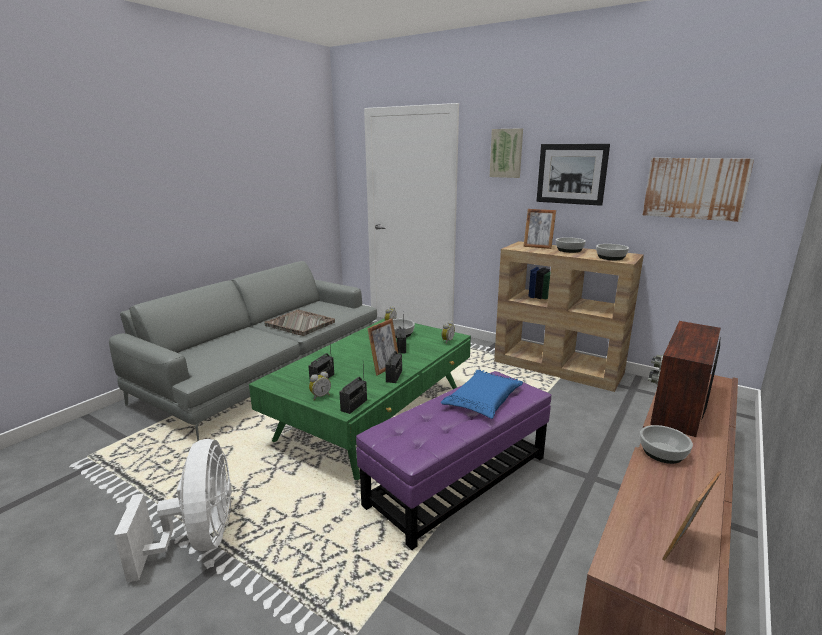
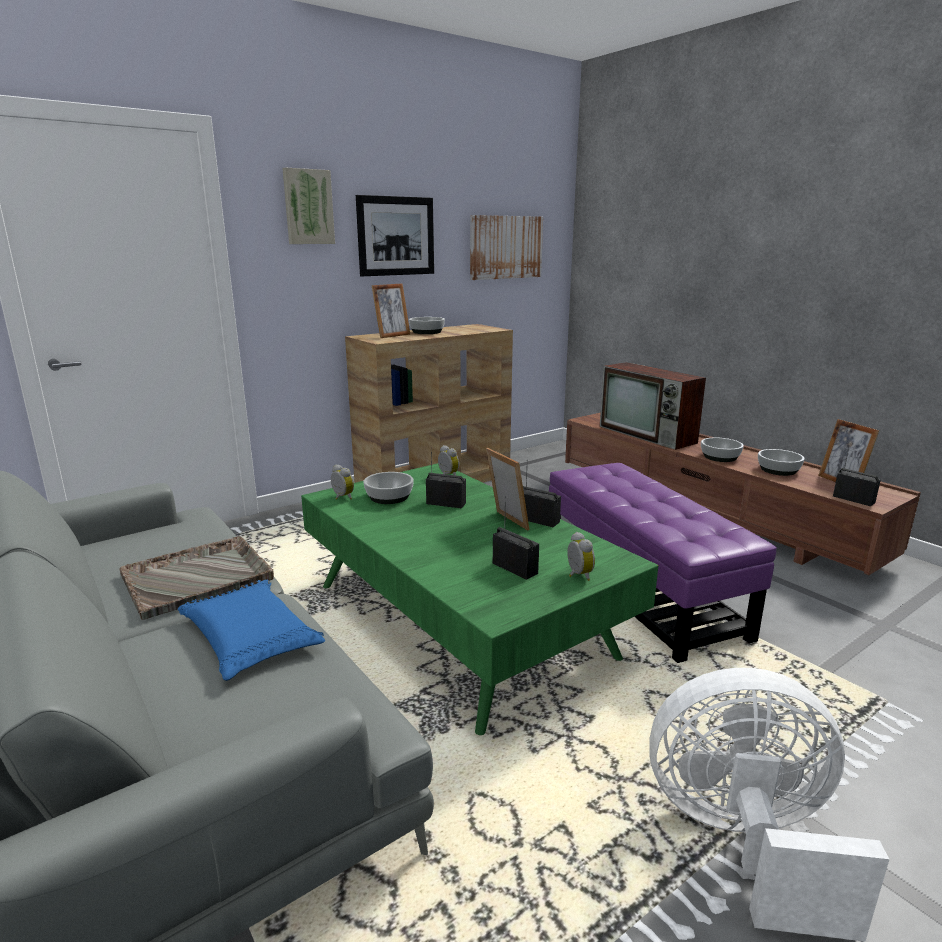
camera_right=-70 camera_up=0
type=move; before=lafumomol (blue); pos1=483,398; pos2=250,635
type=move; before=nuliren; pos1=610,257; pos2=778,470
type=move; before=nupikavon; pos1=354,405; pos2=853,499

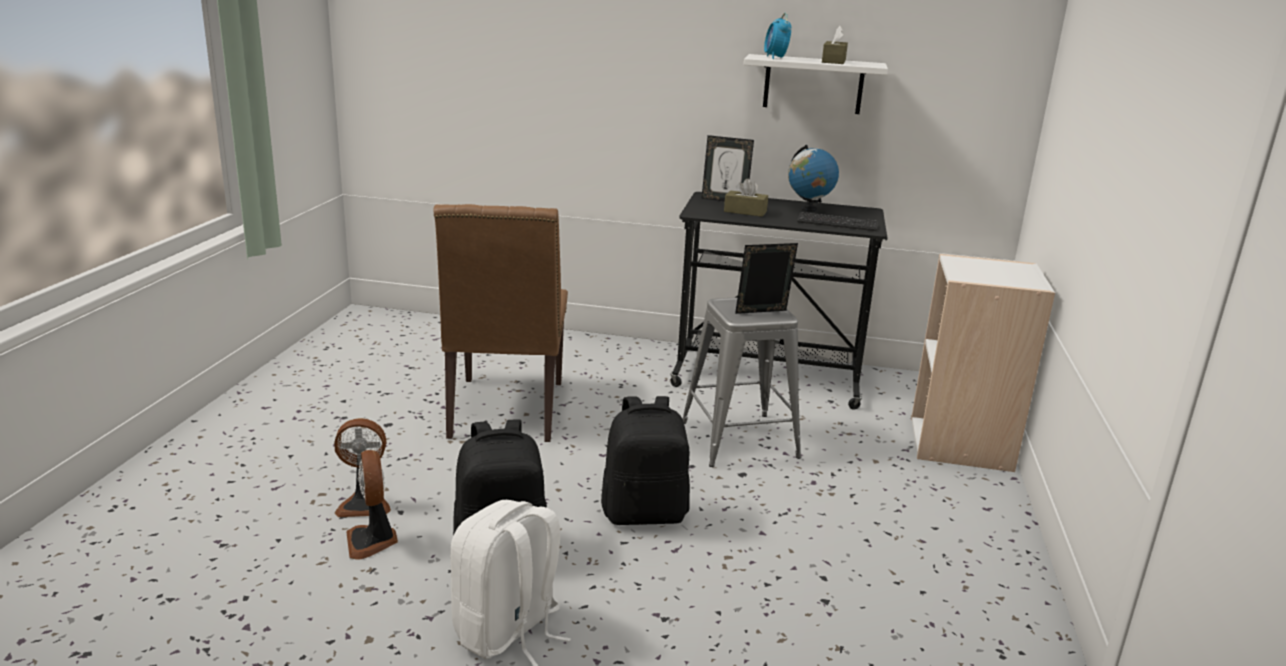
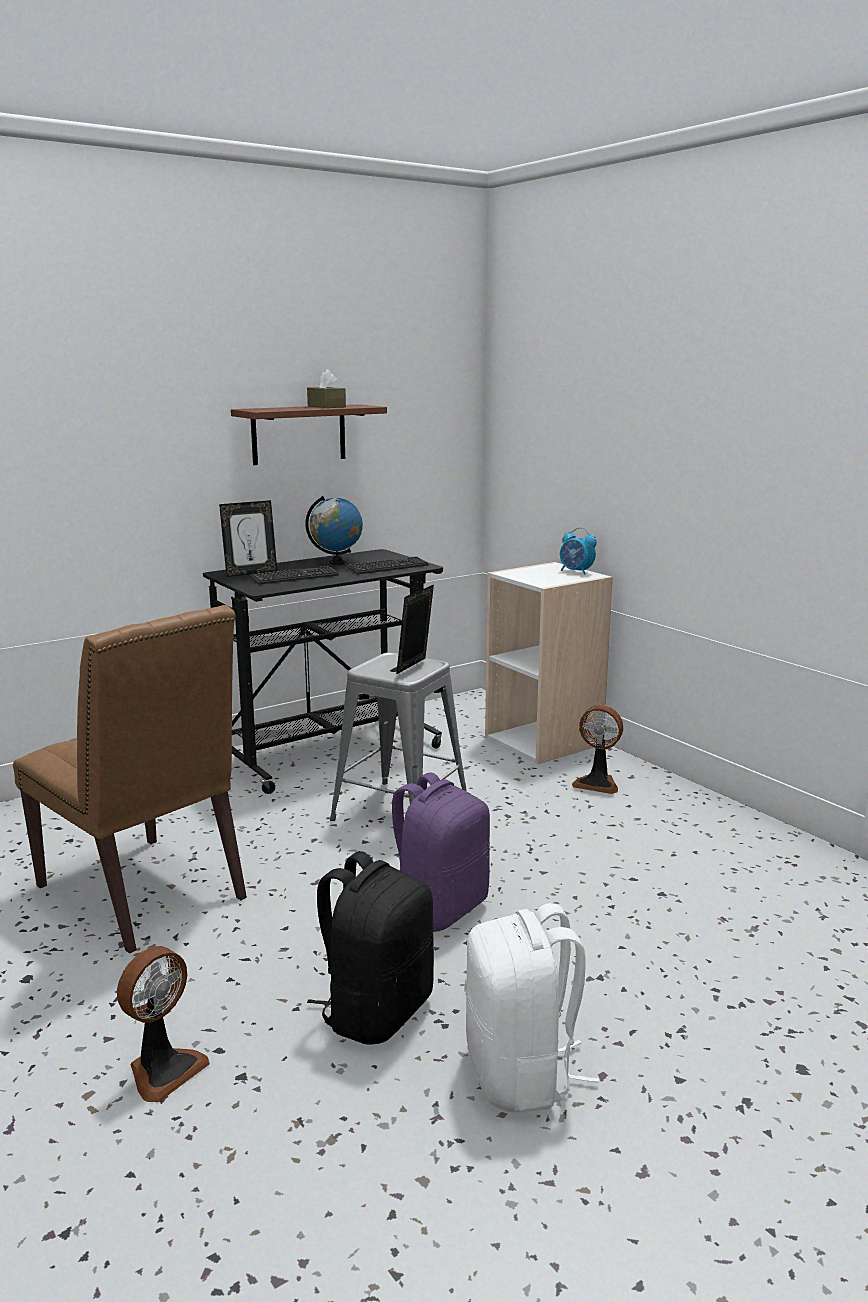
camera_right=-45 camera_up=-5
type=recolor; before=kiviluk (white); after=kiviluk (brown); pos1=813,84; pos2=299,434
type=replace; before=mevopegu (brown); after=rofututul; pos1=745,211; pos2=295,577
type=recolor; before=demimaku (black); after=demimaku (purple); pos1=645,513; pos2=439,909
type=move; before=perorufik; pos1=775,58; pos2=576,572
type=move; before=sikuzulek; pos1=372,541; pos2=597,783

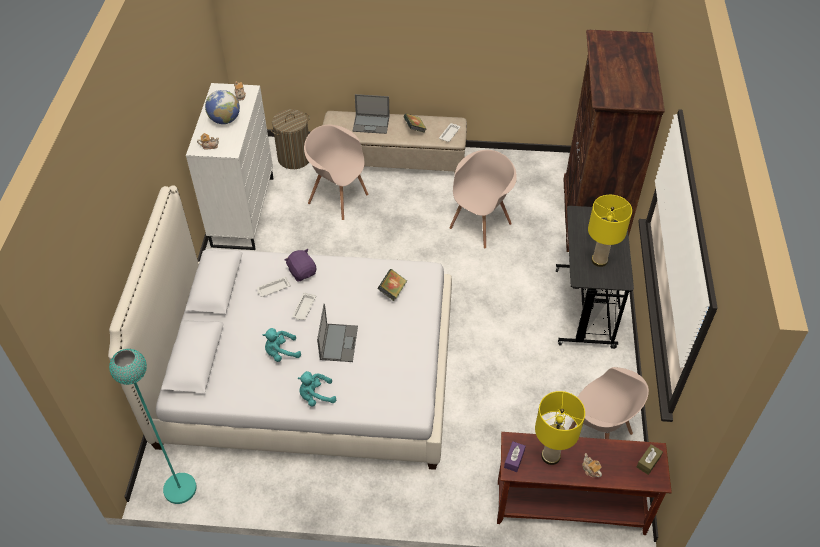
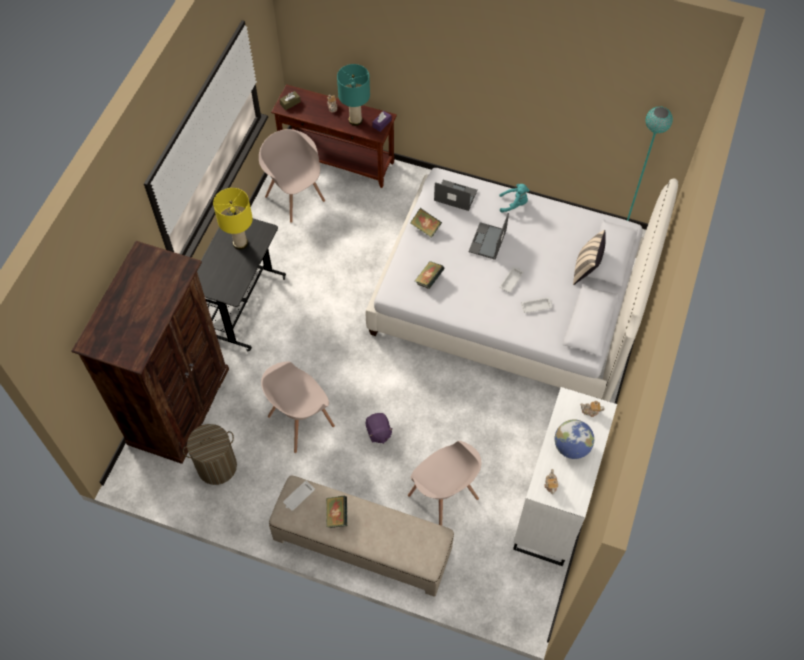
camera_right=-165 camera_up=10
type=move; before=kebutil; pos1=294,158; pos2=217,466
type=recolor; before=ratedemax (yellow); after=ratedemax (turquoise); pos1=550,456; pos2=355,120
type=move; before=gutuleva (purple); pos1=302,272; pos2=378,432
type=insert; after=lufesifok; pos2=425,228
type=move; before=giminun; pos1=371,124; pos2=455,195
type=insert; after=lafumomol (beige); pos2=586,269
type=delete; before=gutuleva (turquoise); pos1=281,352

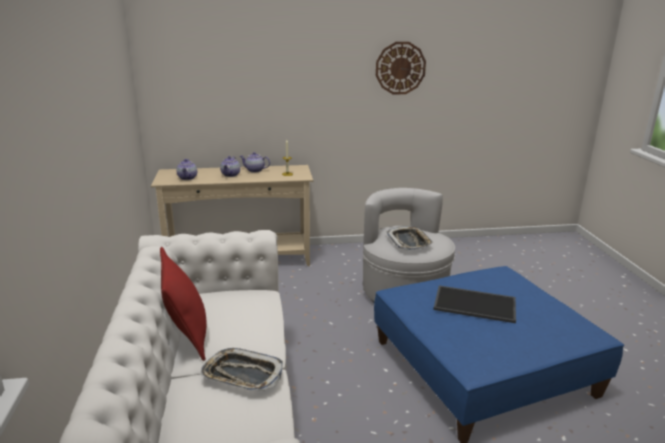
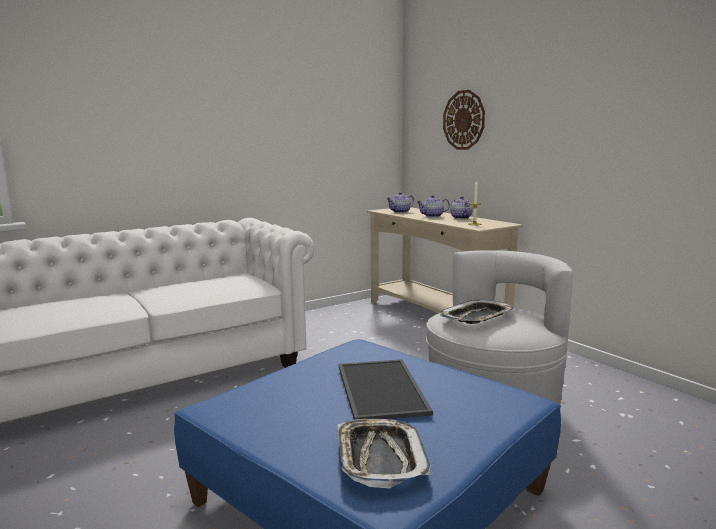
camera_right=65 camera_up=-10
type=move; before=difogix; pos1=242,375; pos2=380,458
type=move; before=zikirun; pos1=400,68; pos2=464,120
type=delete; before=lafumomol (red); pos1=187,336

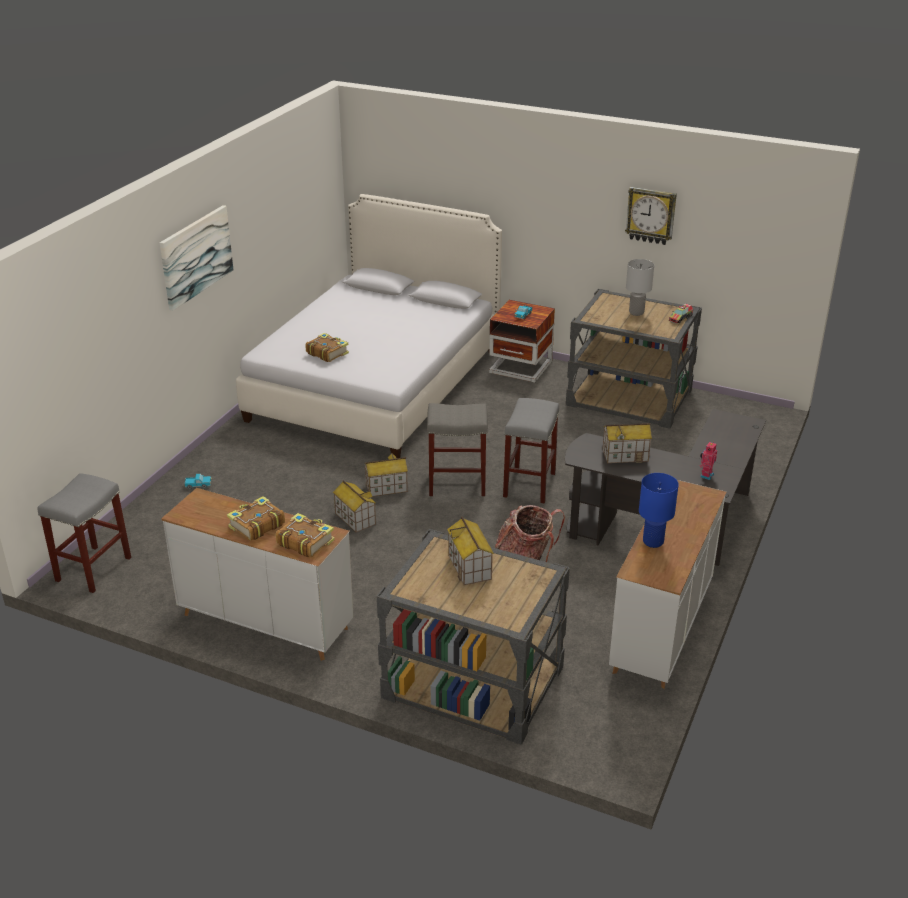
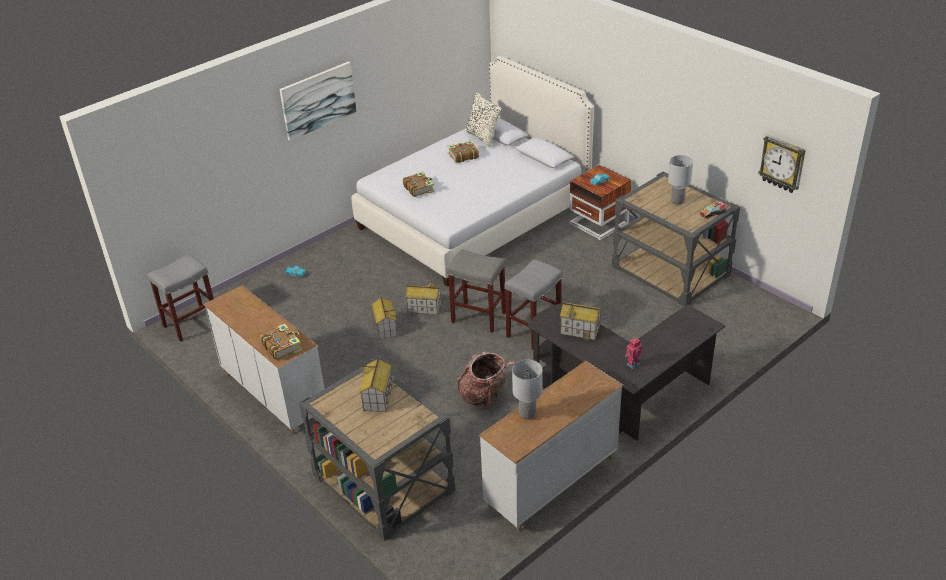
camera_right=25 camera_up=5
type=move; before=lufesifok; pos1=256,525; pos2=463,156
type=insert; after=lafumomol (beige); pos2=483,138
type=recolor; before=ratedemax (blue); after=ratedemax (grey); pos1=653,543; pos2=527,415
type=move; before=zikirun; pos1=651,215; pos2=782,164

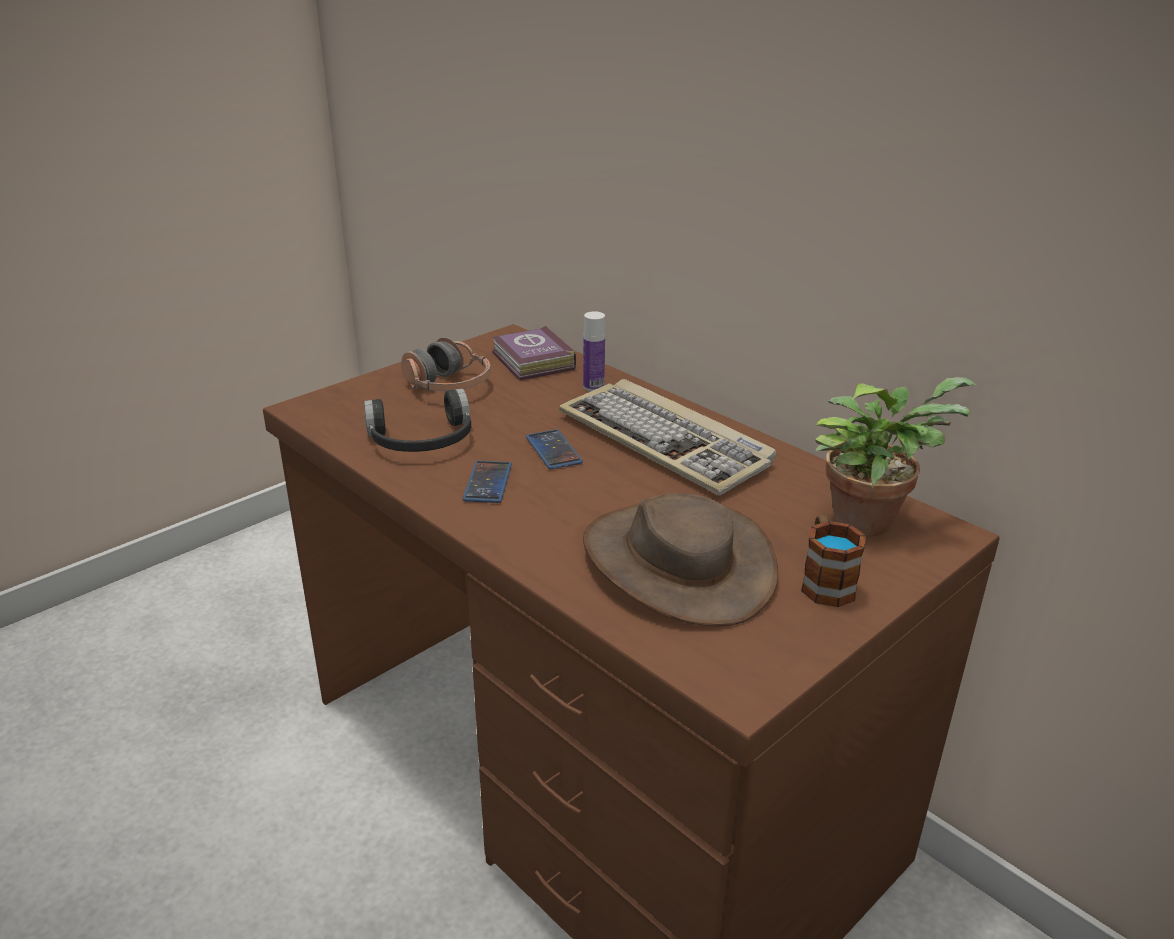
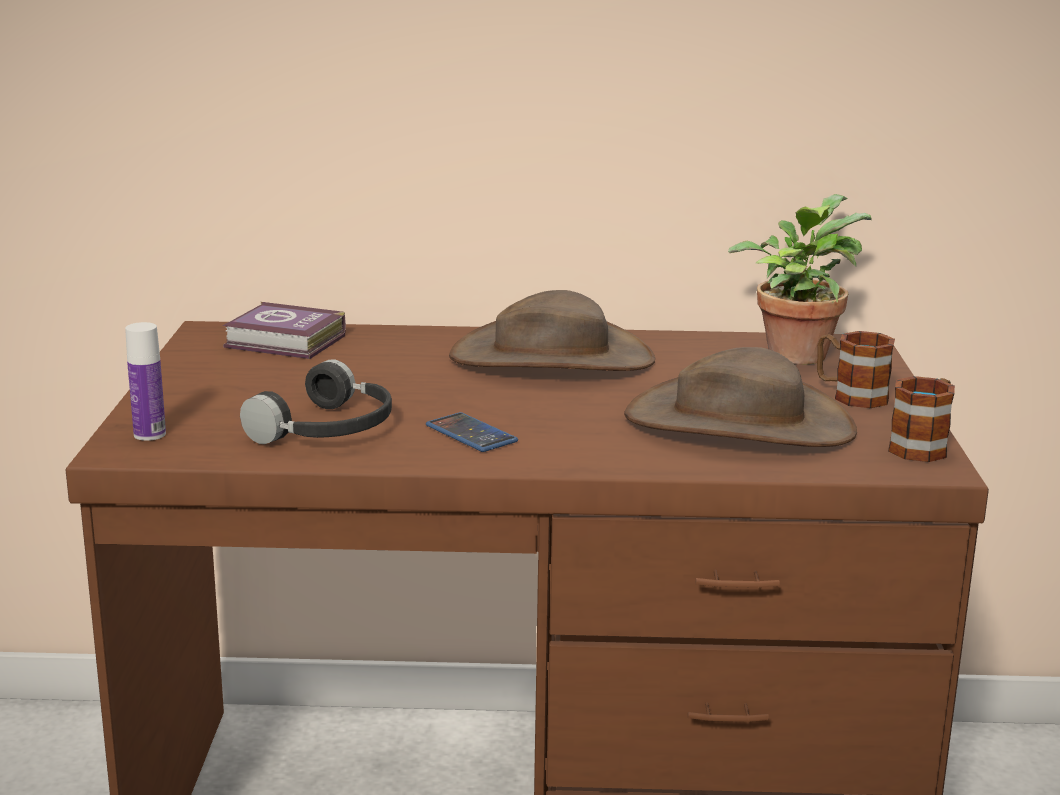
camera_right=-45 camera_up=-10
type=move; before=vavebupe; pos1=593,387; pos2=149,434
type=replace; before=rofututul; after=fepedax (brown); pos1=666,441; pos2=552,357
type=insert; after=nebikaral; pos2=923,446
type=delete; before=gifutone; pos1=448,386
type=delete; before=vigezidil; pos1=553,450

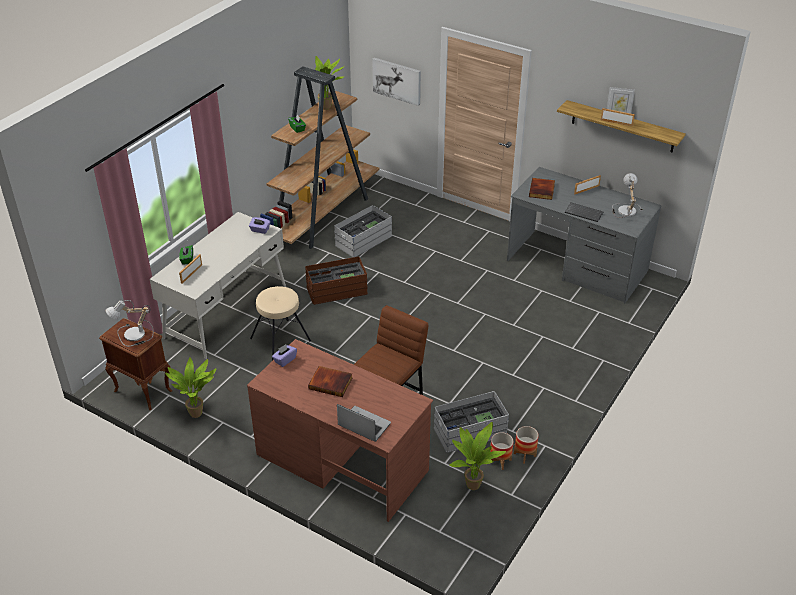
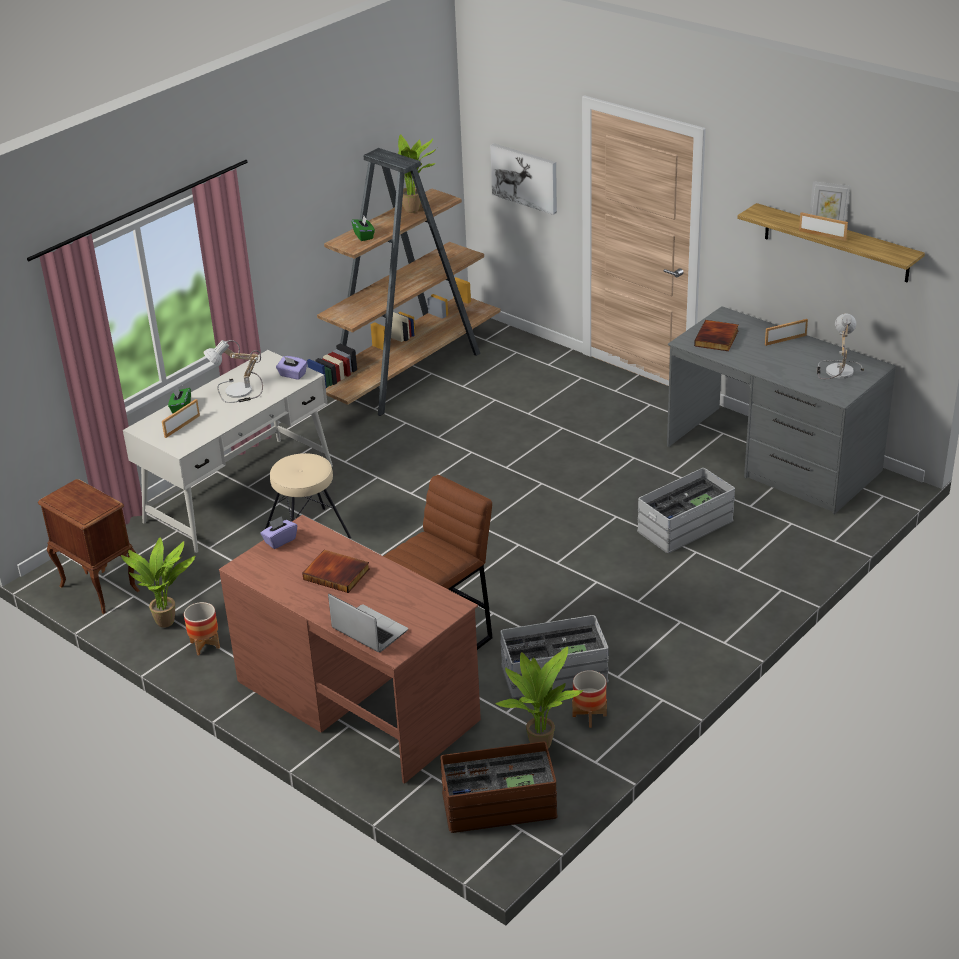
camera_right=10 camera_up=-5
type=move; before=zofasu; pos1=524,454; pos2=205,645
type=move; before=ratedemax; pos1=133,336; pos2=237,392
type=move; before=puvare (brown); pos1=336,290; pos2=499,804
type=move; before=puvare (grey); pos1=364,240; pos2=685,526
type=delete; before=rofututul; pos1=584,213

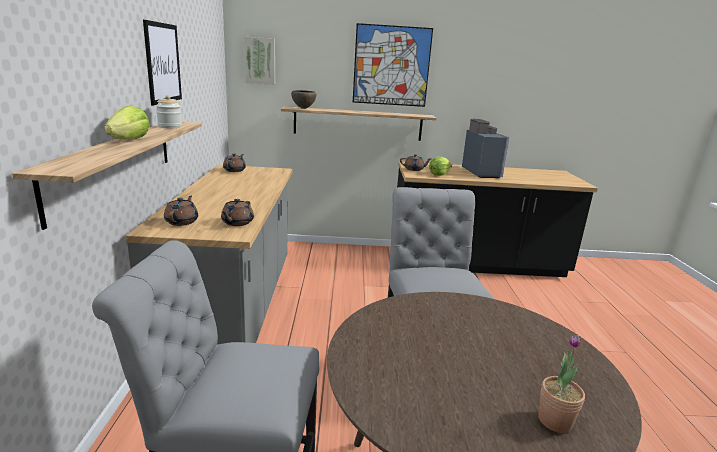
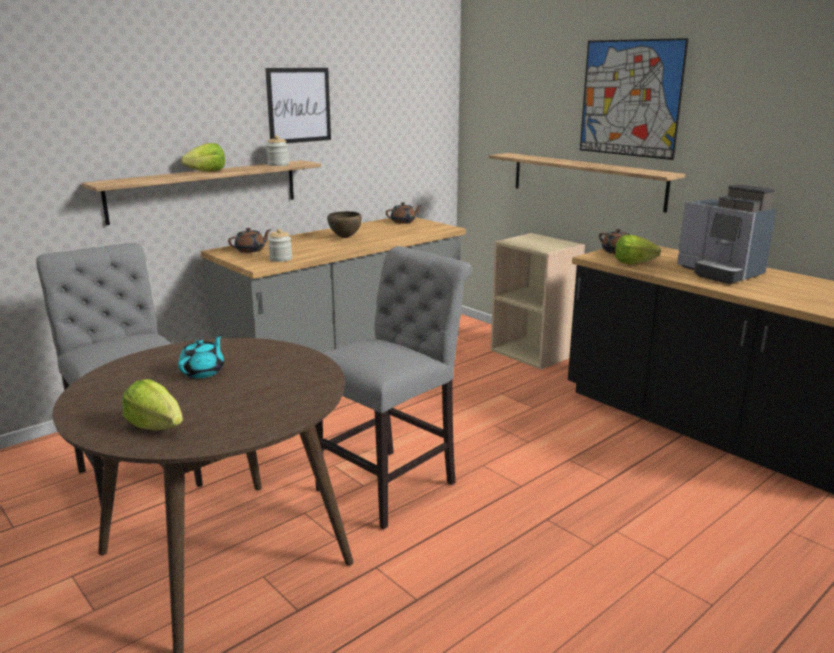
camera_right=50 camera_up=0
type=replace; before=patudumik; after=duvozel; pos1=555,421; pos2=156,426
type=insert; after=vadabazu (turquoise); pos2=203,372
type=replace; before=vadabazu (brown); after=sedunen; pos1=237,223; pos2=280,259
type=move; before=nuliren (brown); pos1=304,108; pos2=345,237
type=insert; after=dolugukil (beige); pos2=534,352
type=rotate; before=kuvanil; pos1=483,172; pos2=720,273; turn=105
type=delete; before=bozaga; pos1=260,61

